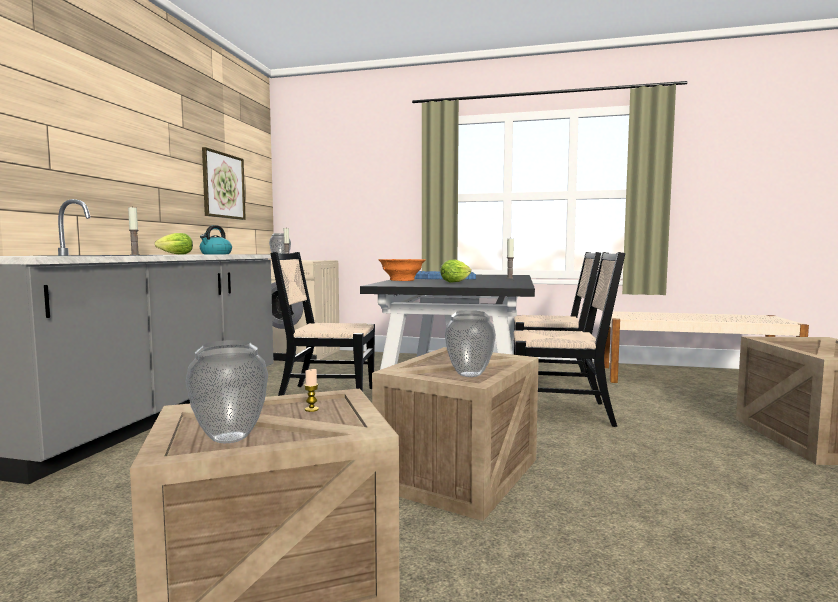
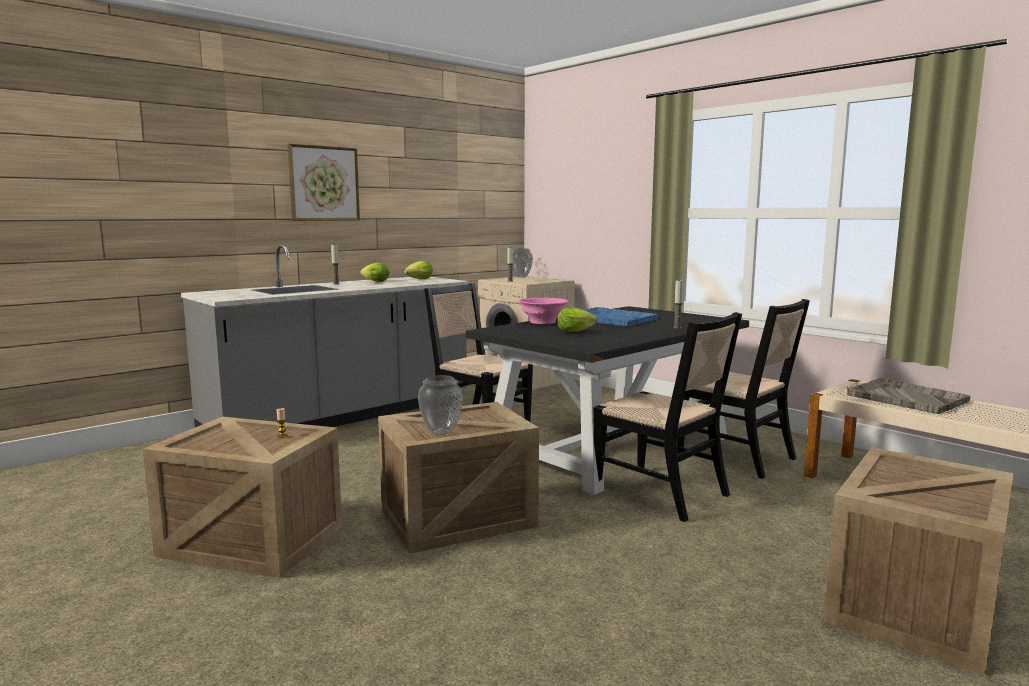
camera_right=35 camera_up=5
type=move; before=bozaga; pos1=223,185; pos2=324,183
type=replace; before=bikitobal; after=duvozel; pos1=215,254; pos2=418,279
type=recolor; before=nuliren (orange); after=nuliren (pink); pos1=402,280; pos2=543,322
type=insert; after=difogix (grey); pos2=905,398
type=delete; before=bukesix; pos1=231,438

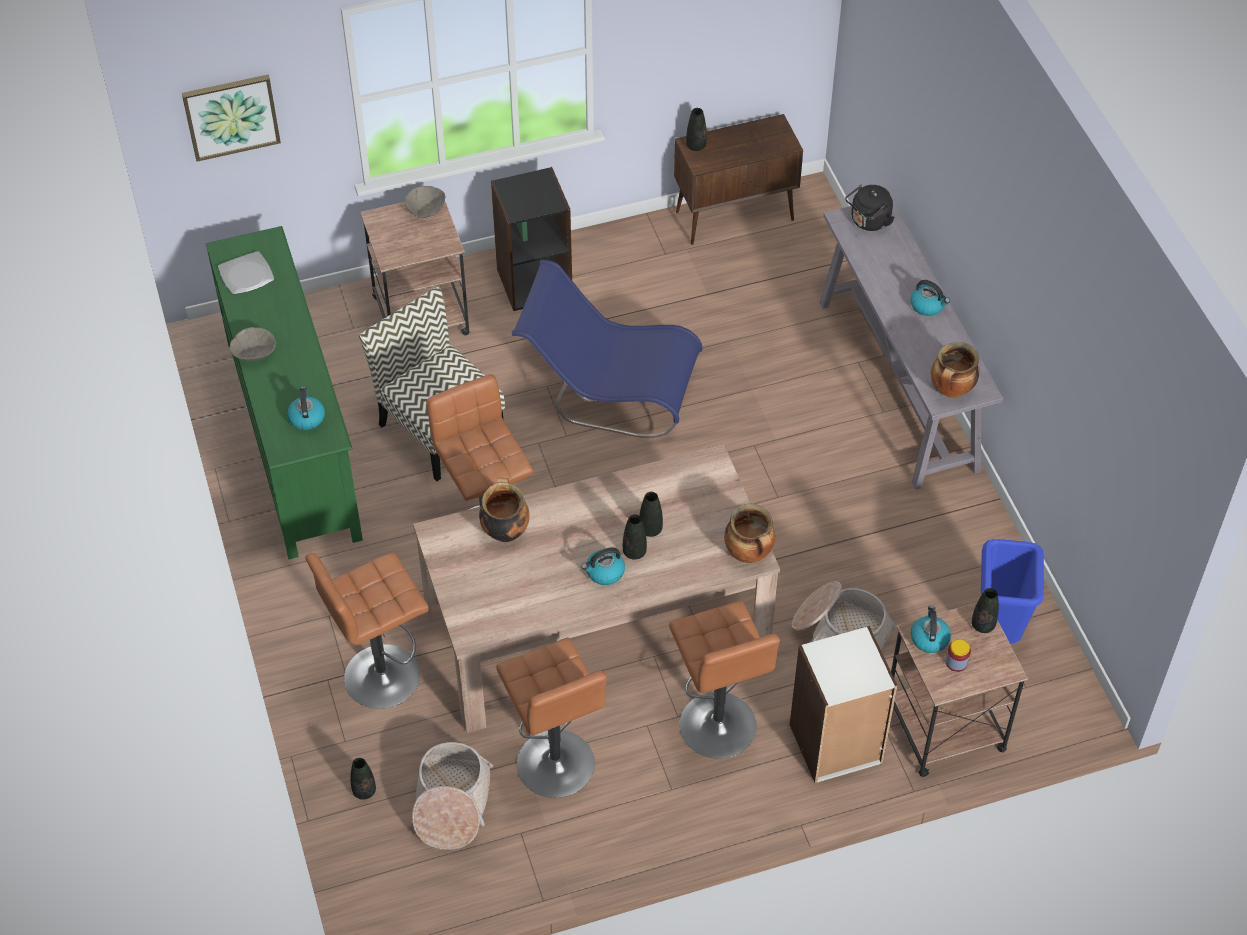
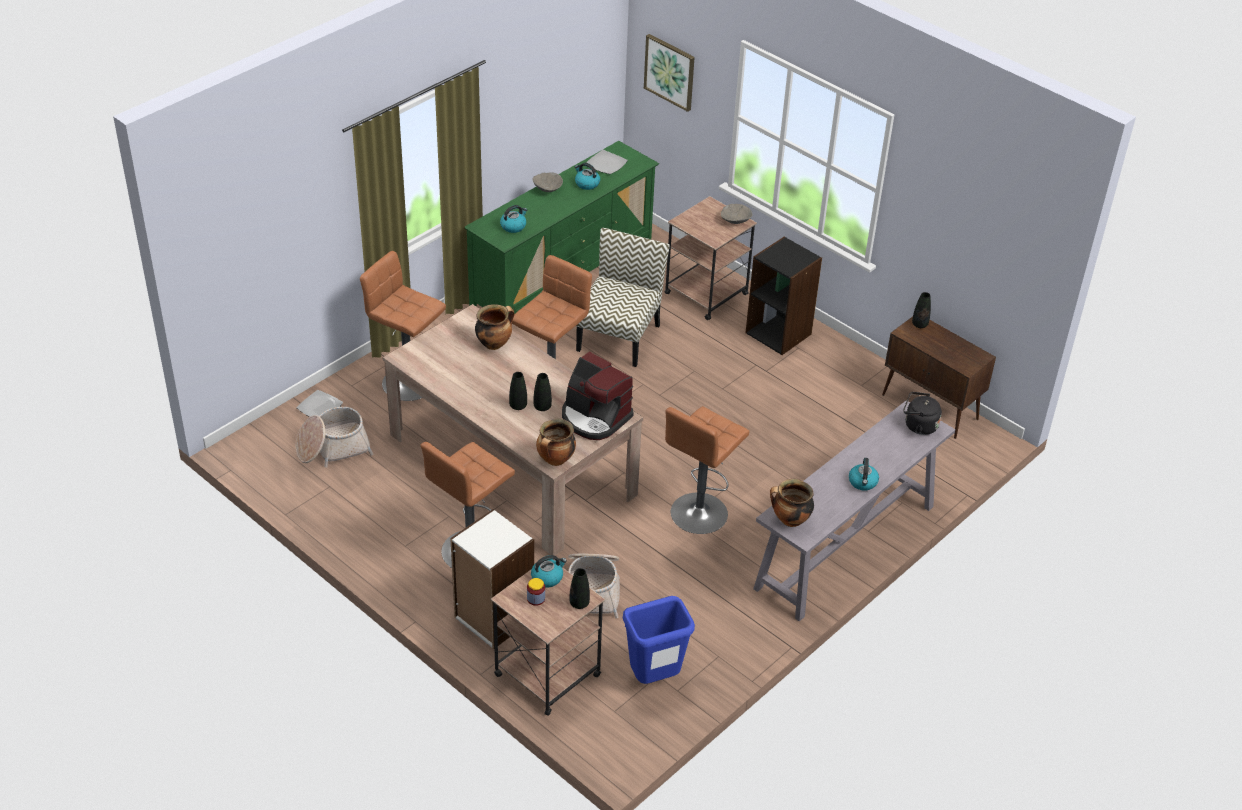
camera_right=60 camera_up=-10
type=replace; before=bukesix (black); after=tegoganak; pos1=364,791; pos2=320,407
type=insert; after=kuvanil; pos2=595,417
type=move; before=bikitobal; pos1=604,572; pos2=586,184
type=move; before=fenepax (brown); pos1=555,765; pos2=698,513
type=delete; before=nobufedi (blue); pos1=609,392

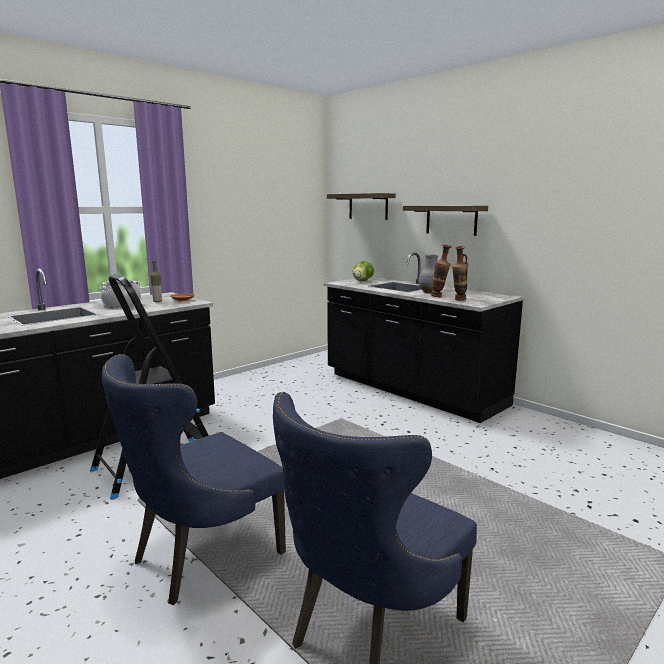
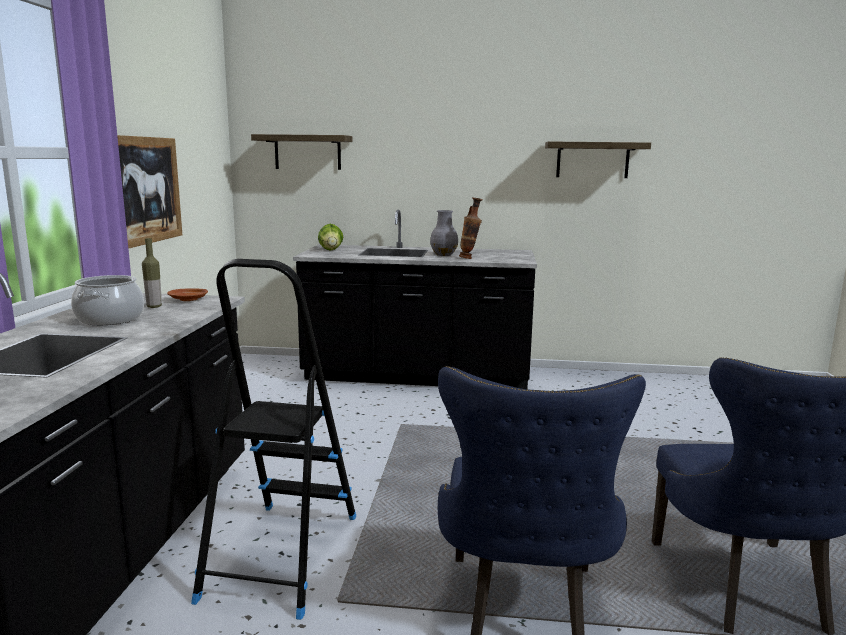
camera_right=-40 camera_up=0
type=insert; after=bozaga; pos2=145,190
type=move; before=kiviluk; pos1=451,220; pos2=592,160
type=delete; before=bukesix; pos1=458,300

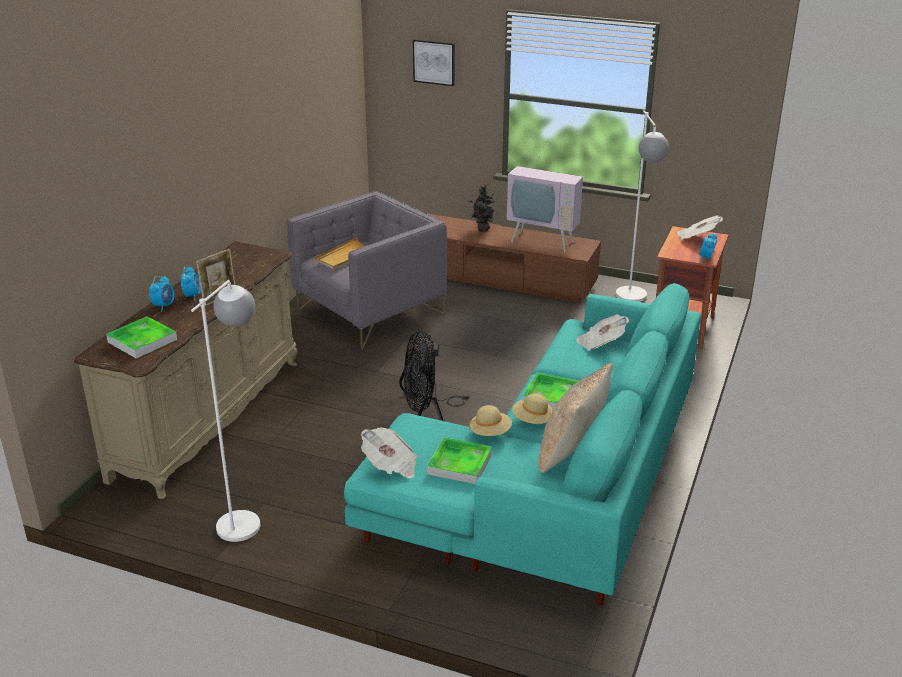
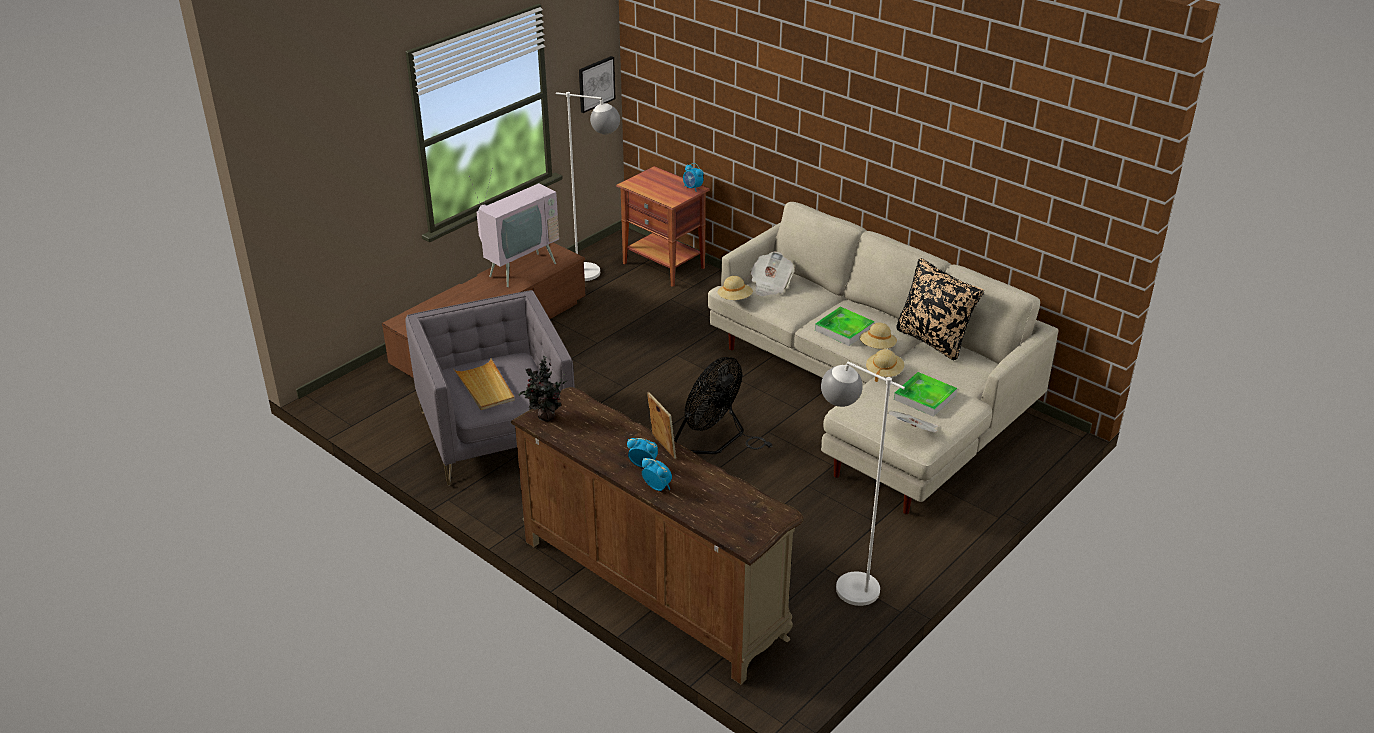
camera_right=-70 camera_up=5
type=move; before=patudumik; pos1=482,229; pos2=545,417
type=move; before=bozaga; pos1=434,62; pos2=595,84
type=rotate; before=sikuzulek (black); pos1=428,412; pos2=722,437; turn=120
type=recolor; before=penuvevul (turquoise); after=penuvevul (beige); pos1=554,489; pos2=873,397
type=insert; after=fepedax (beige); pos2=735,299
type=recolor; before=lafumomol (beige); after=lafumomol (black); pos1=571,456; pos2=933,342
type=delete; before=difogix; pos1=142,341
type=delete; before=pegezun; pos1=697,238

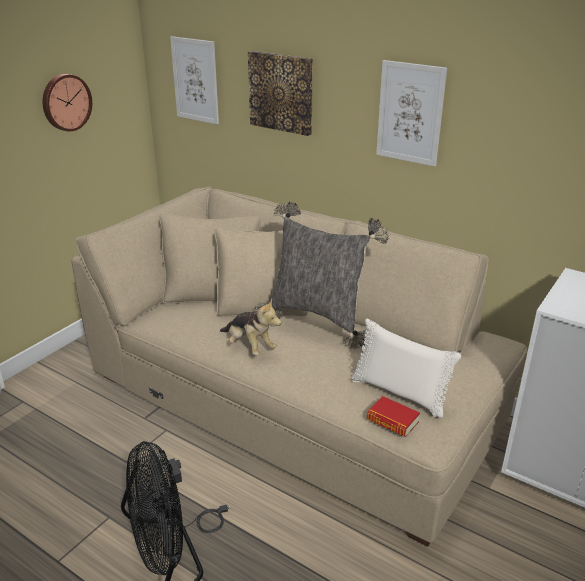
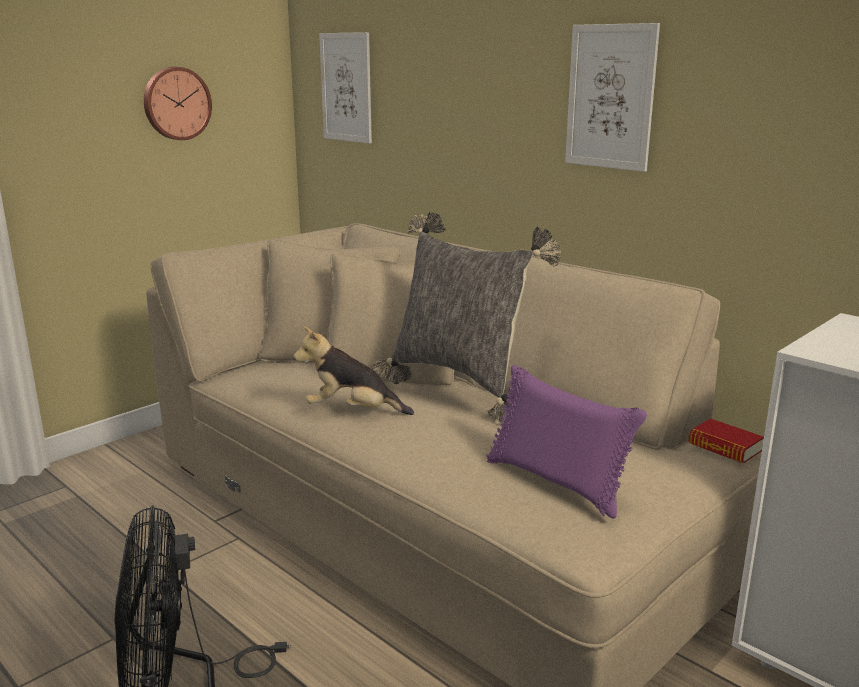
camera_right=10 camera_up=-10
type=rotate; before=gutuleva; pos1=249,346; pos2=352,411; turn=135
type=recolor; before=lafumomol (white); after=lafumomol (purple); pos1=400,393; pos2=557,482
type=move; before=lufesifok; pos1=392,421; pos2=724,447
type=delete; before=bozaga; pos1=281,92

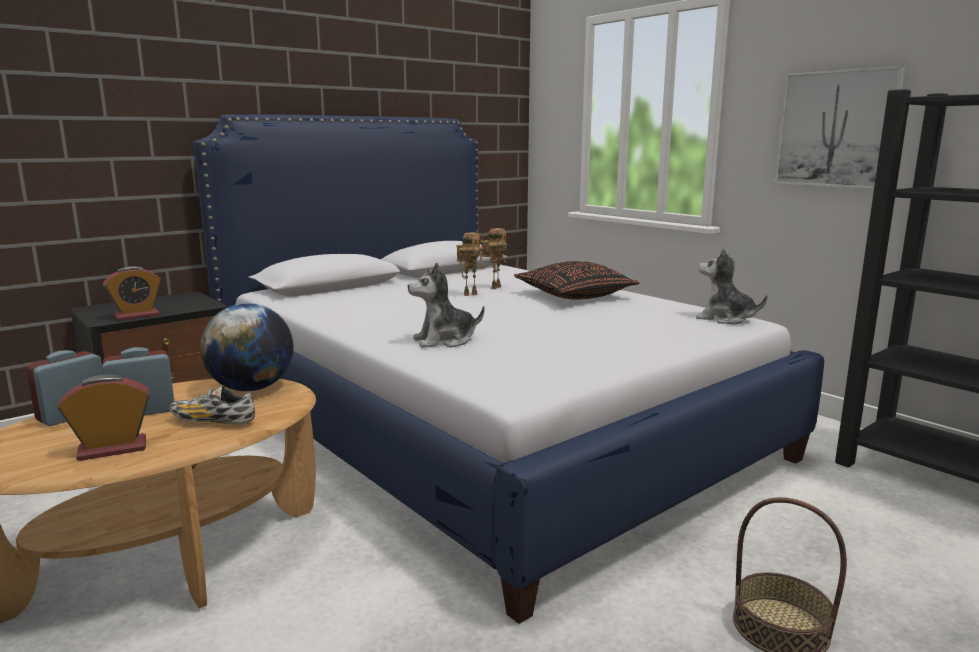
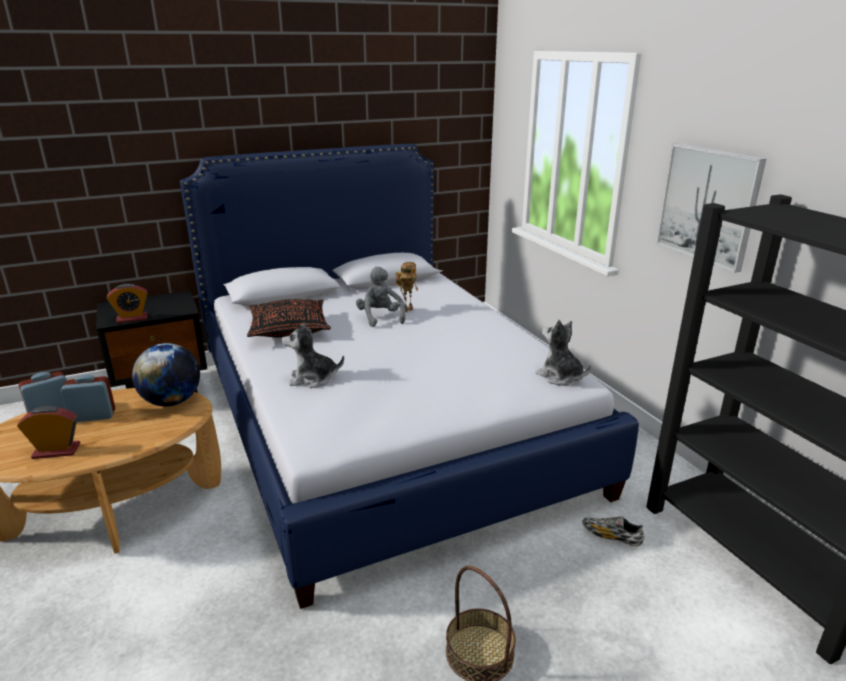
camera_right=15 camera_up=10
type=move; before=lafumomol (black); pos1=574,295; pos2=289,330
type=replace; before=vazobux; after=gutuleva (grey); pos1=470,294; pos2=380,318
type=move; before=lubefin; pos1=213,422; pos2=611,537

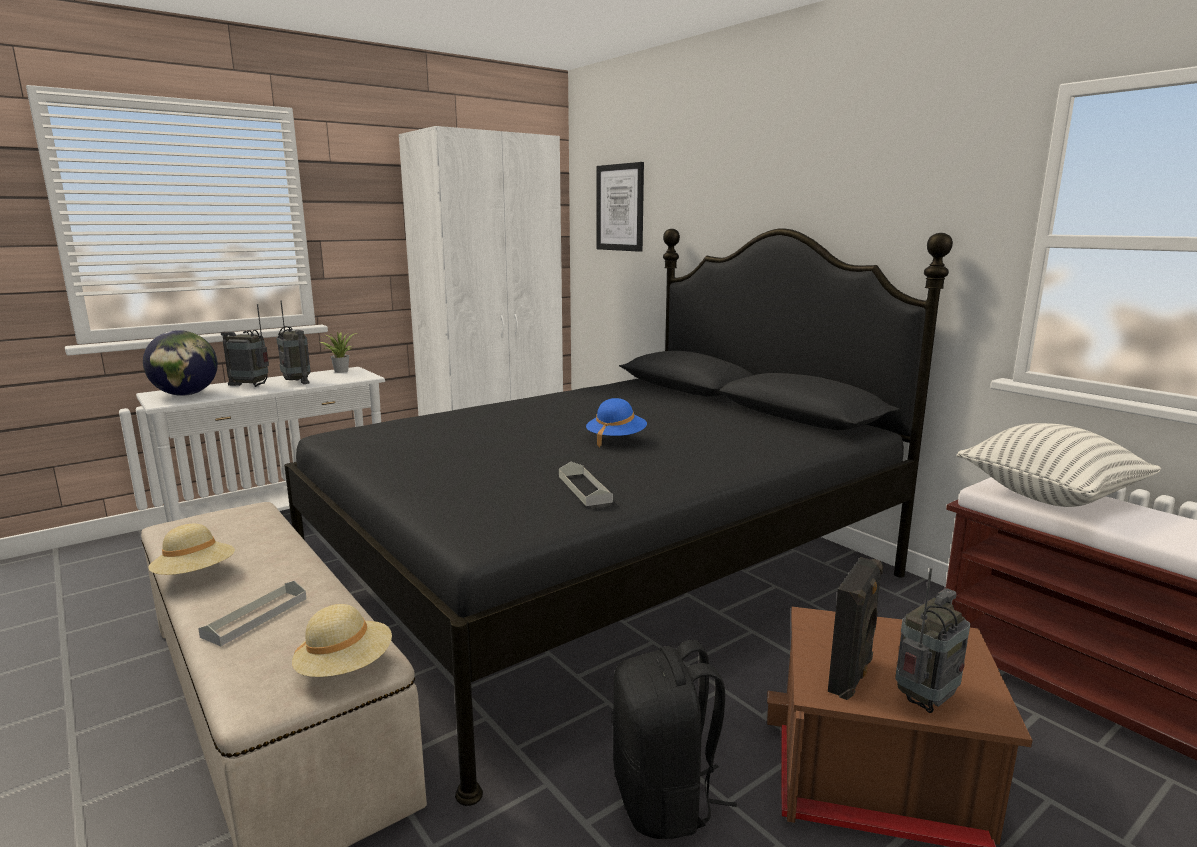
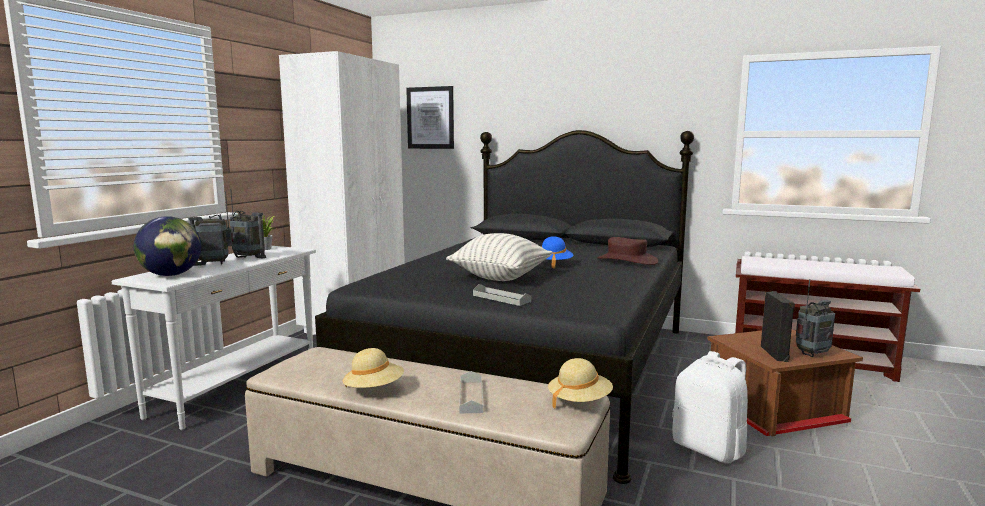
camera_right=-30 camera_up=-5
type=move; before=lafumomol; pos1=1049,496; pos2=500,277
type=move; before=difogix (grey); pos1=584,488; pos2=501,298
type=insert; after=fepedax (brown); pos2=626,260
type=recolor; before=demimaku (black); after=demimaku (white); pos1=665,800; pos2=709,449
type=rotate; before=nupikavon; pos1=925,700; pos2=812,354; turn=45

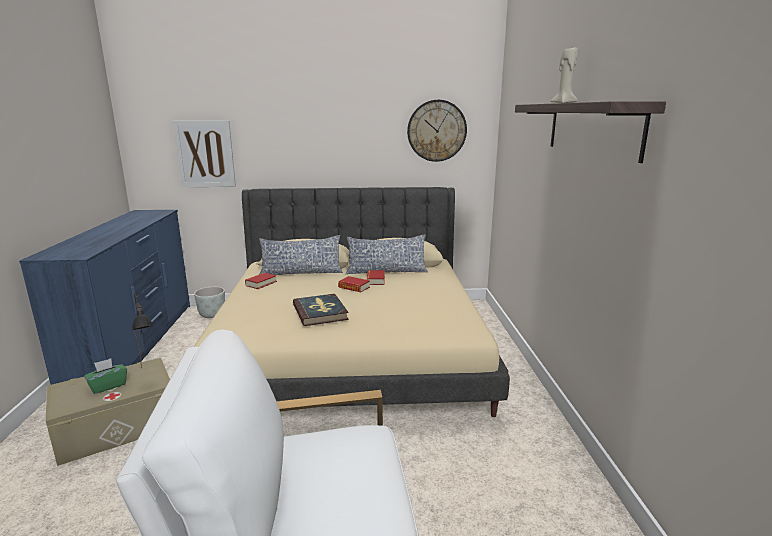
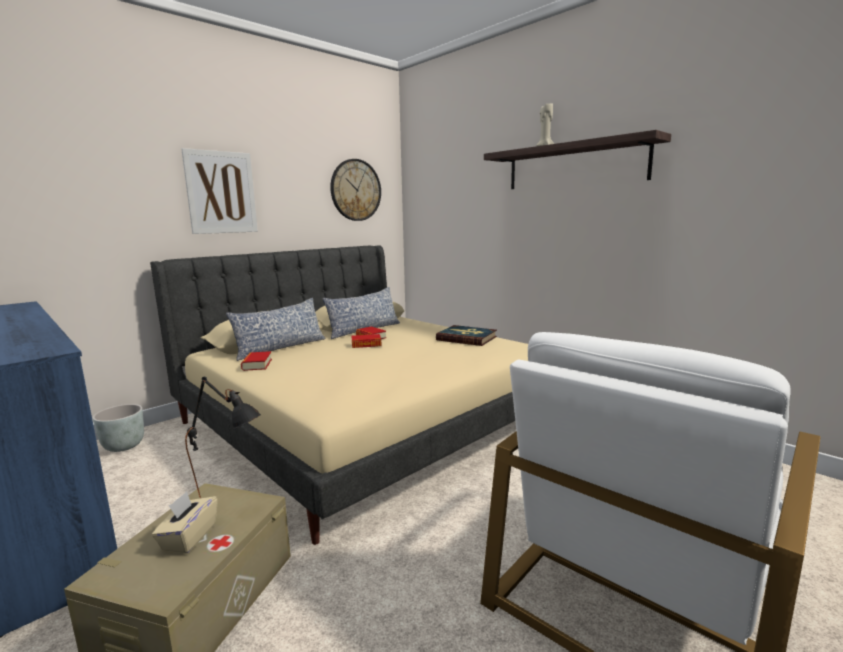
camera_right=-40 camera_up=-5
type=recolor; before=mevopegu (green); after=mevopegu (beige); pos1=108,386; pos2=188,537
type=move; before=bozaga; pos1=205,154; pos2=221,192
type=move; before=lufesifok; pos1=320,312; pos2=467,338

